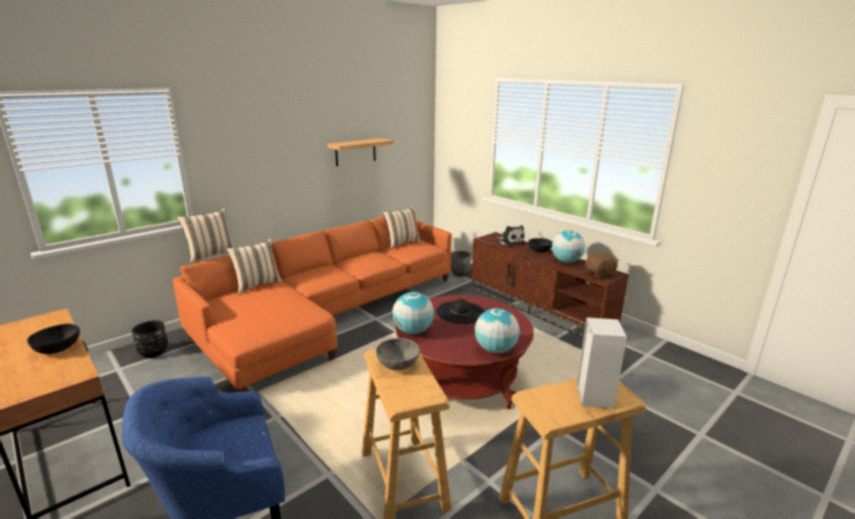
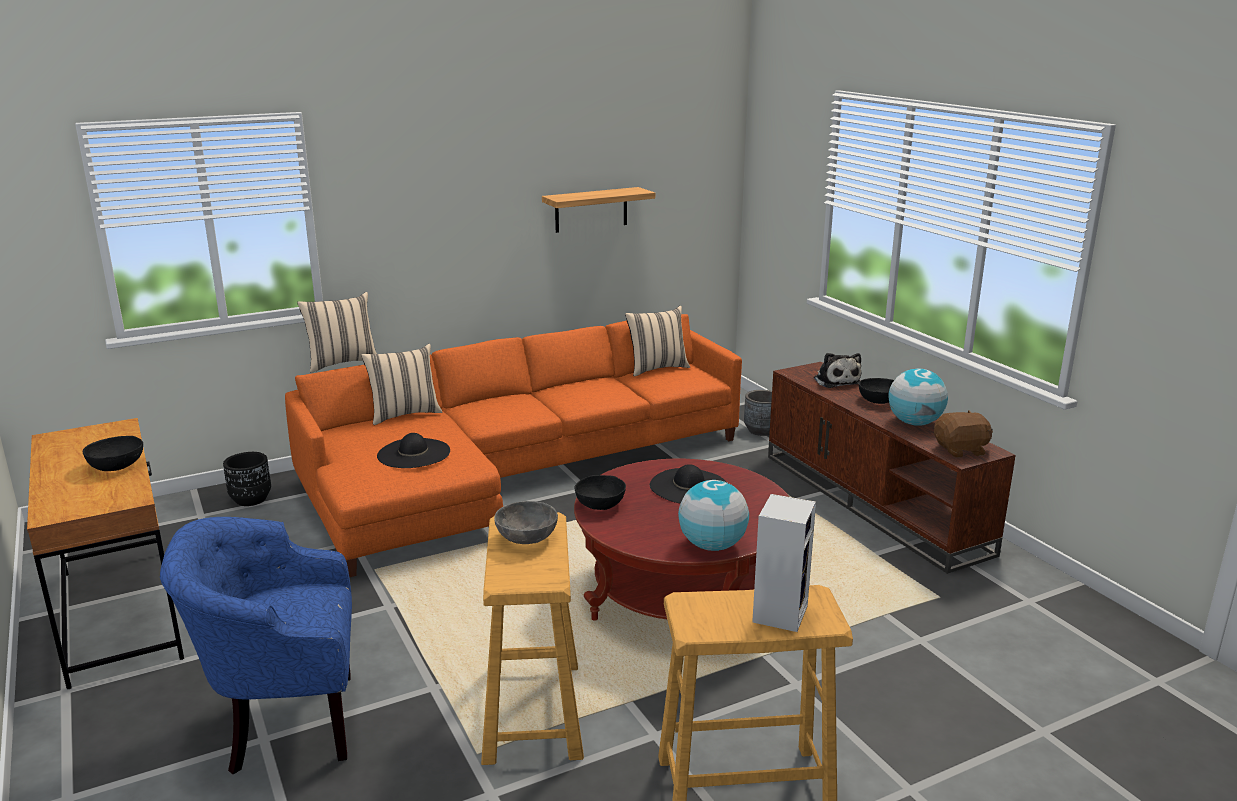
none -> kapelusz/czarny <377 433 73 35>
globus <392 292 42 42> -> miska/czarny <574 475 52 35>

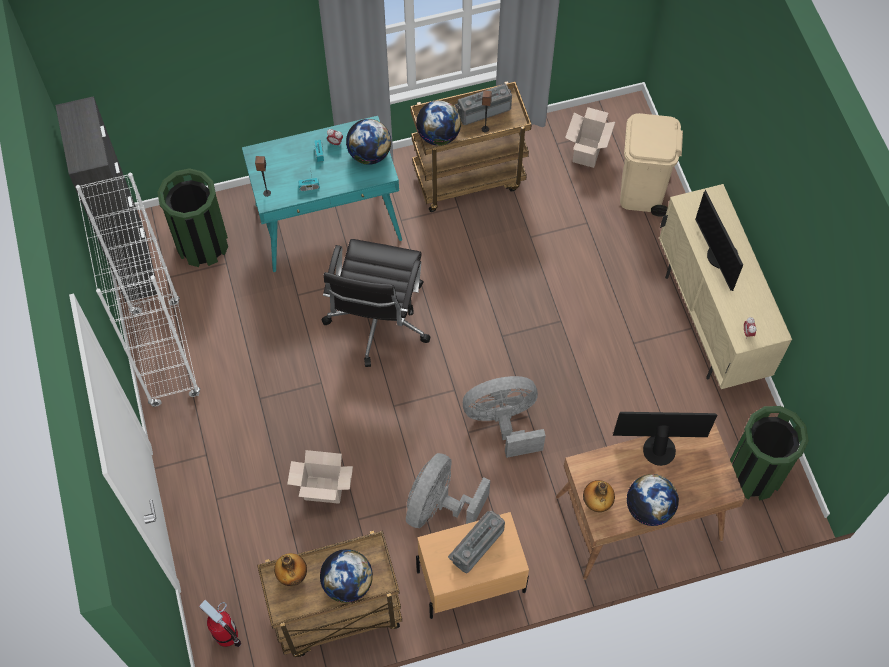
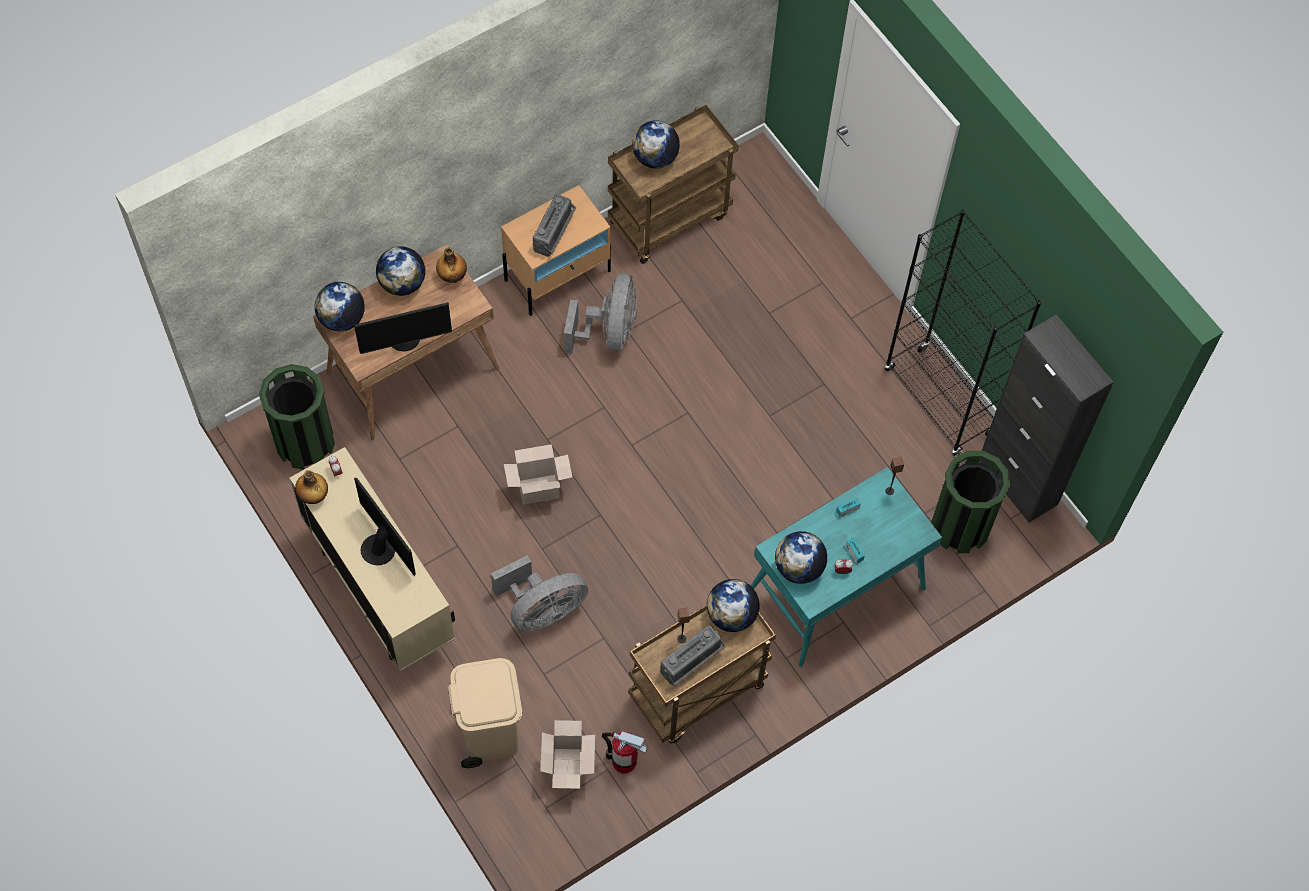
butelka <274 553 33 33> -> butelka <295 470 33 34>, relocated
none -> globus <314 282 51 49>
wentylator/szary <463 376 83 82> -> wentylator/szary <491 555 97 77>, relocated
karton <287 450 66 54> -> karton <504 444 68 61>, relocated
gaśnica <199 600 42 47> -> gaśnica <602 731 45 43>, relocated
regał/biały <76 173 124 234> -> regał/czarny <885 210 157 247>
krzesło biurowe/czarny <321 239 109 128> -> none

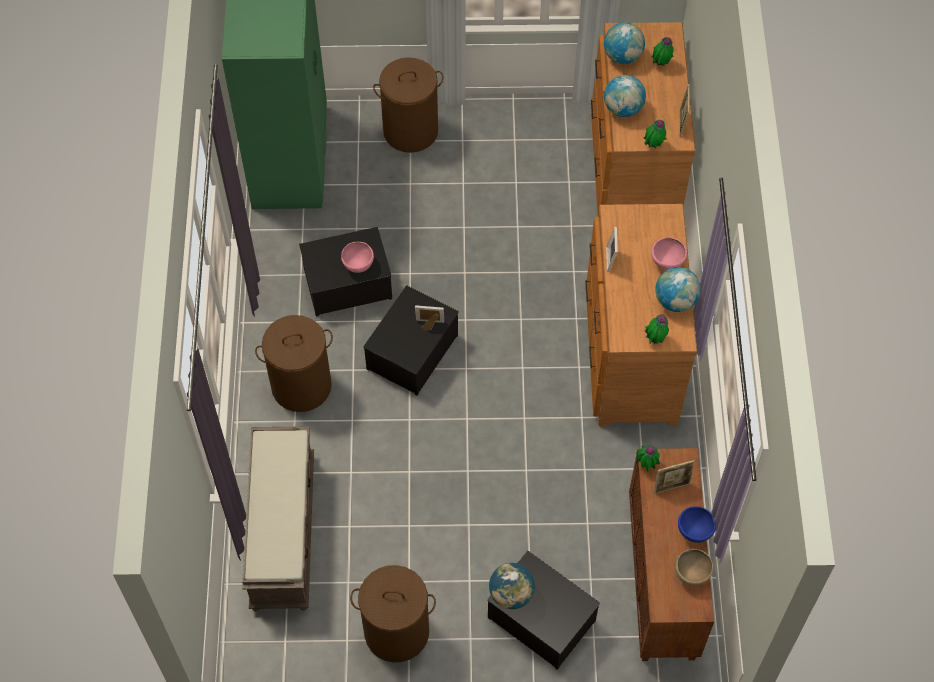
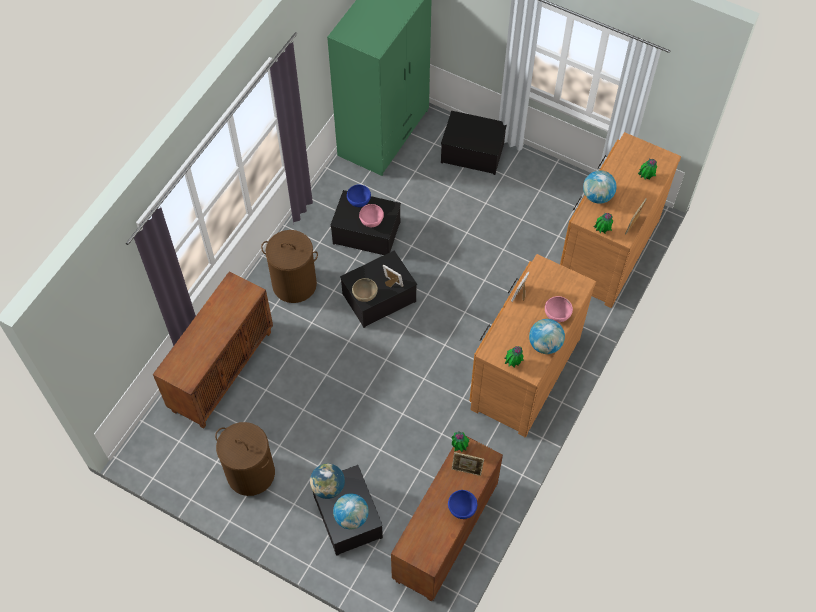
ławka/brązowy <242 426 72 185> -> szafka/brązowy <153 272 120 157>
globus <604 22 41 42> -> globus <333 494 36 35>, relocated
none -> miska/niebieski <347 184 24 23>
miska/brązowy <675 549 38 37> -> miska/brązowy <352 278 26 24>, relocated
kosz na pranie/brązowy <373 57 70 96> -> pojemnik do przechowywania <441 111 66 64>

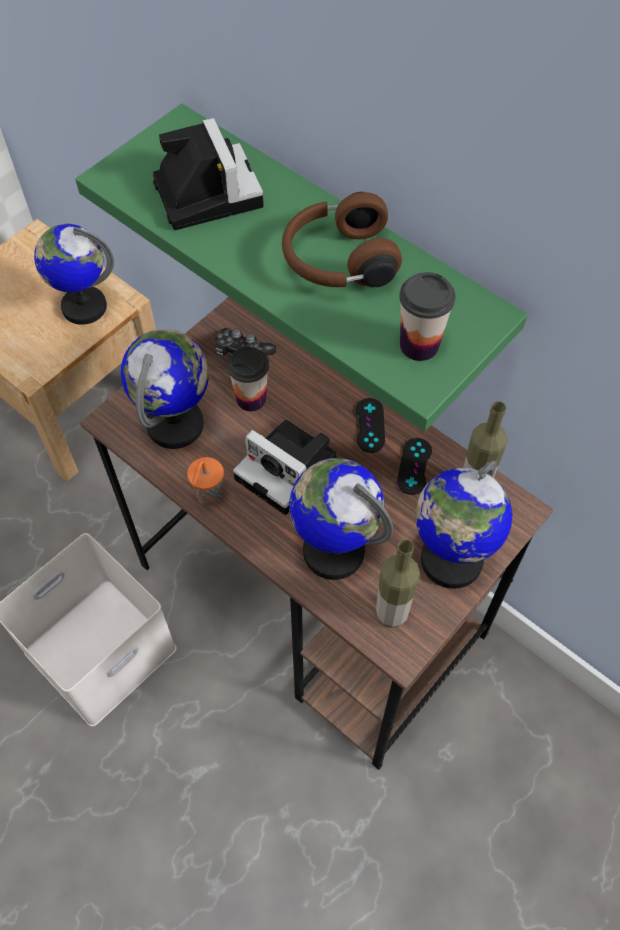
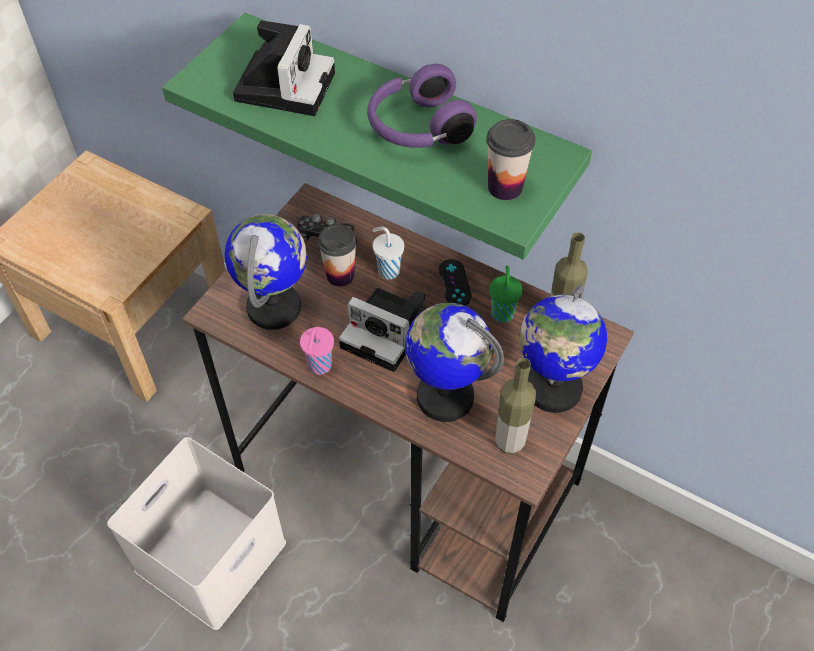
aparat fotograficzny <153 118 111 112> -> aparat fotograficzny <233 20 102 96>, 45 degrees clockwise
filiżanka/pomarańczowy <187 457 37 49> -> filiżanka/różowy <300 327 34 48>
słuchawki/brązowy <282 192 120 95> -> słuchawki/fioletowy <367 64 110 84>
none -> filiżanka/biały <372 226 32 53>
pad do gier/czarny <397 438 35 57> -> filiżanka/zielony <490 265 33 58>
globus <34 224 80 101> -> none

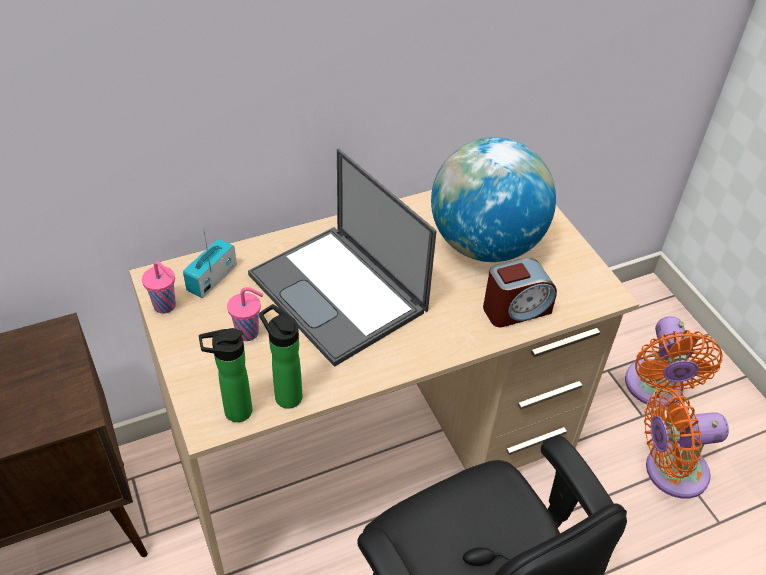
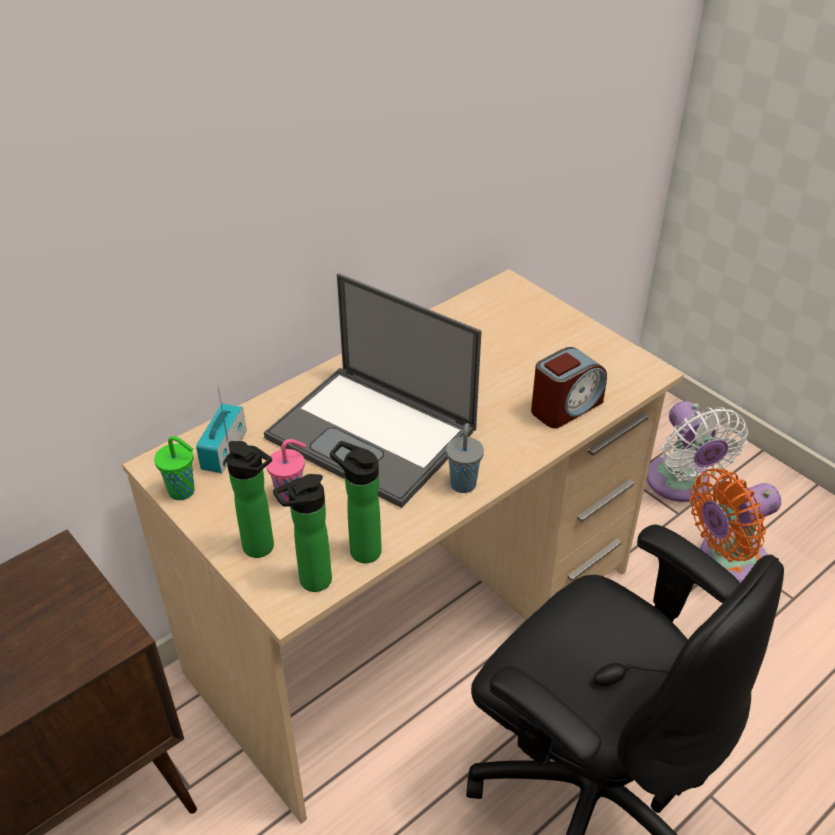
filiżanka/różowy <142 261 34 53> -> filiżanka/zielony <154 436 41 64>
none -> butelka <227 441 47 117>
none -> filiżanka/szary <446 423 38 70>
wentylator/pomarańczowy <625 316 97 91> -> wentylator/biały <647 401 101 101>
globus <431 137 125 125> -> none

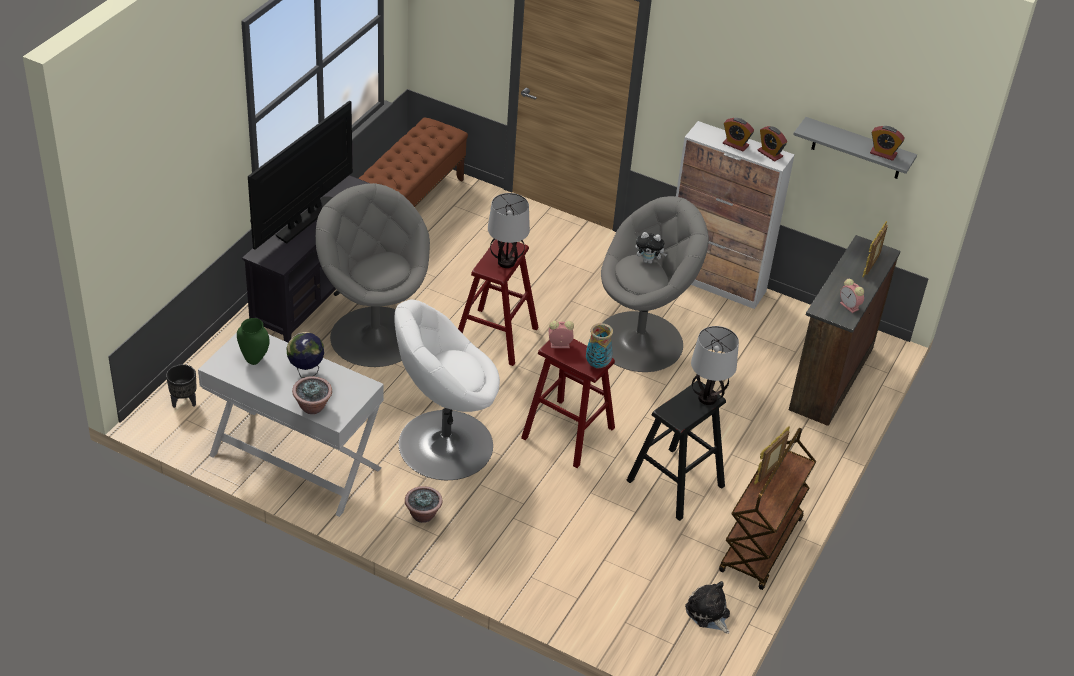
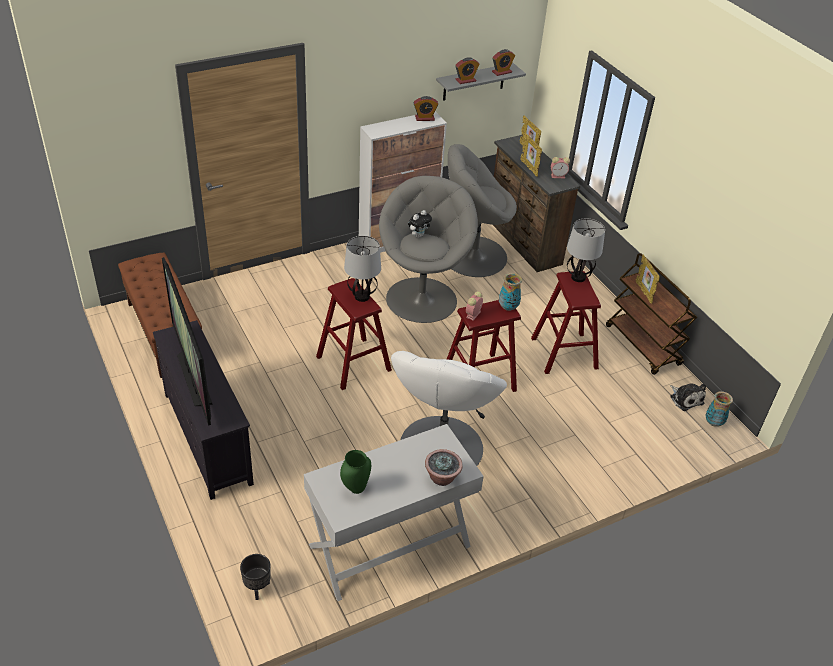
fotel/szary <316 183 114 184> -> fotel/szary <448 144 69 133>, relocated
budzik <723 118 31 34> -> budzik <455 58 24 26>, relocated
none -> ramka na zdjęcie <520 133 22 44>
stołek/czarny <626 381 100 140> -> stołek/czerwony <531 271 70 103>
pluszak <685 581 45 53> -> pluszak <670 383 36 28>, 120 degrees counterclockwise
none -> wazon <705 391 28 36>
globus <286 332 38 46> -> none
roślina doniczkowa <405 486 38 37> -> none

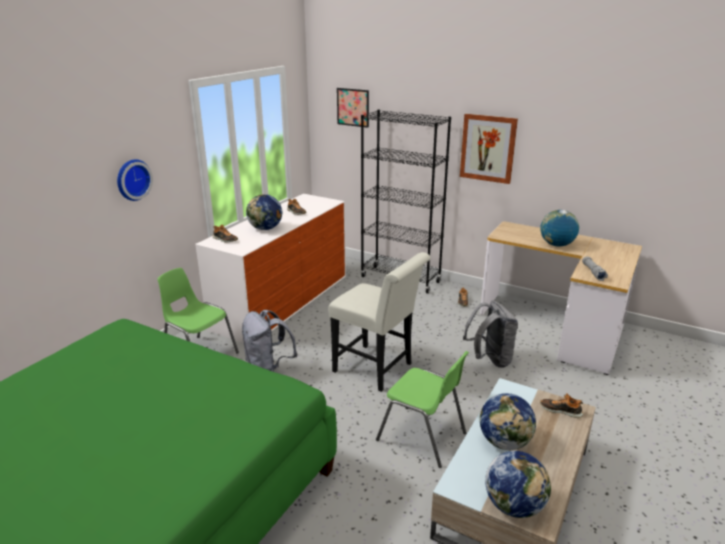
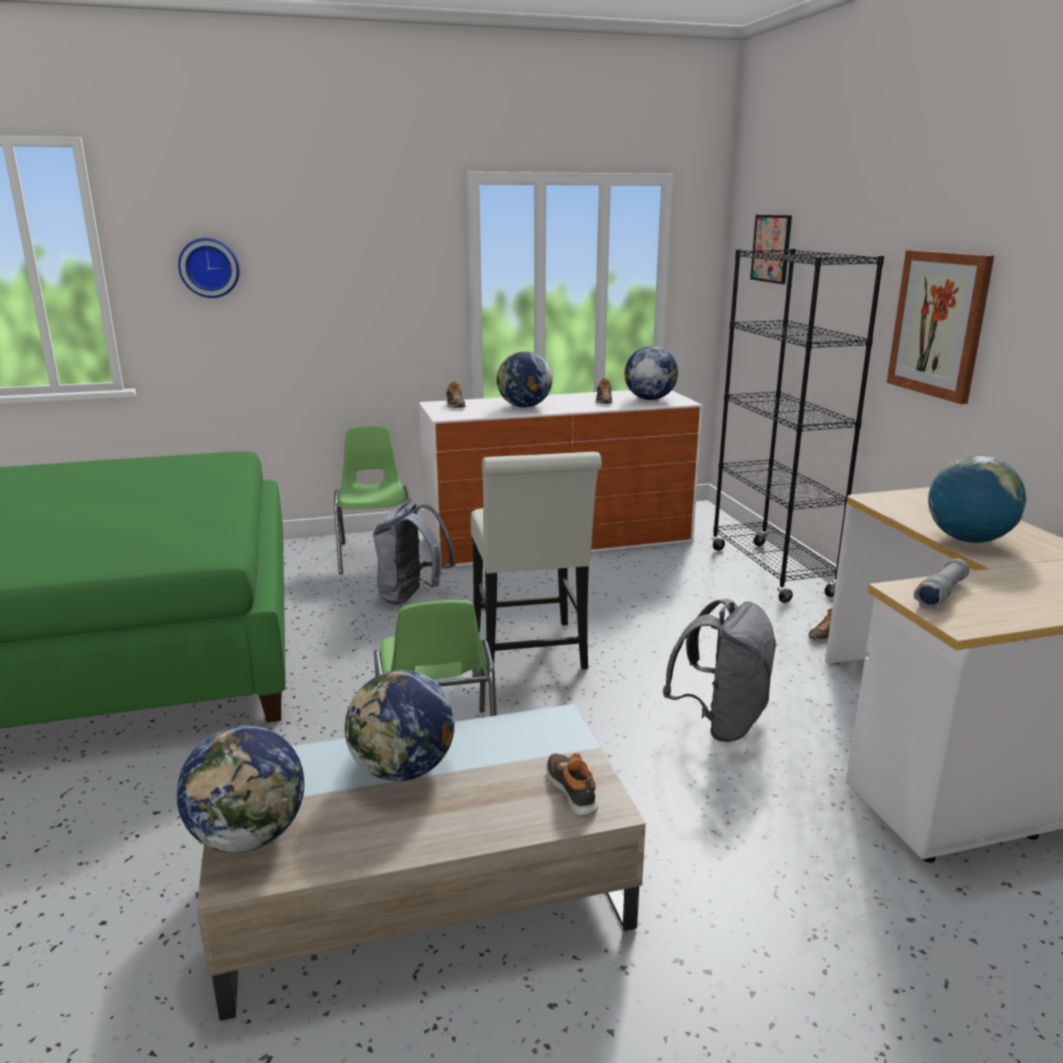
zegar ścienny <117 159 36 42> -> zegar ścienny <178 238 62 60>, relocated
none -> globus <625 346 53 54>

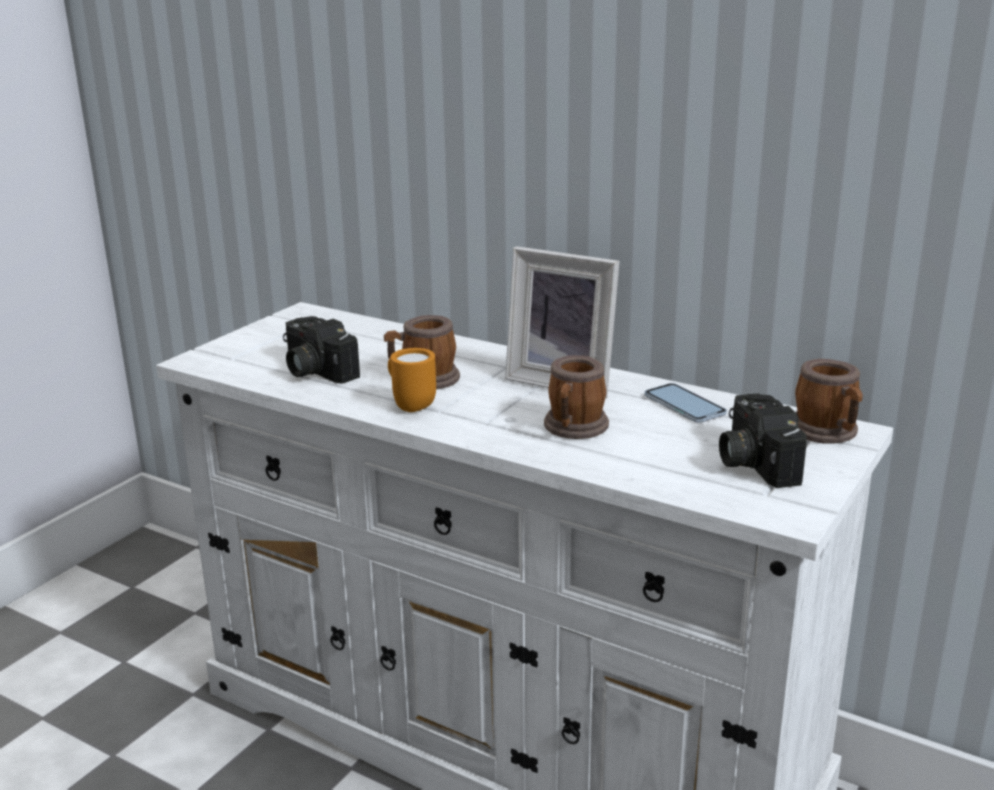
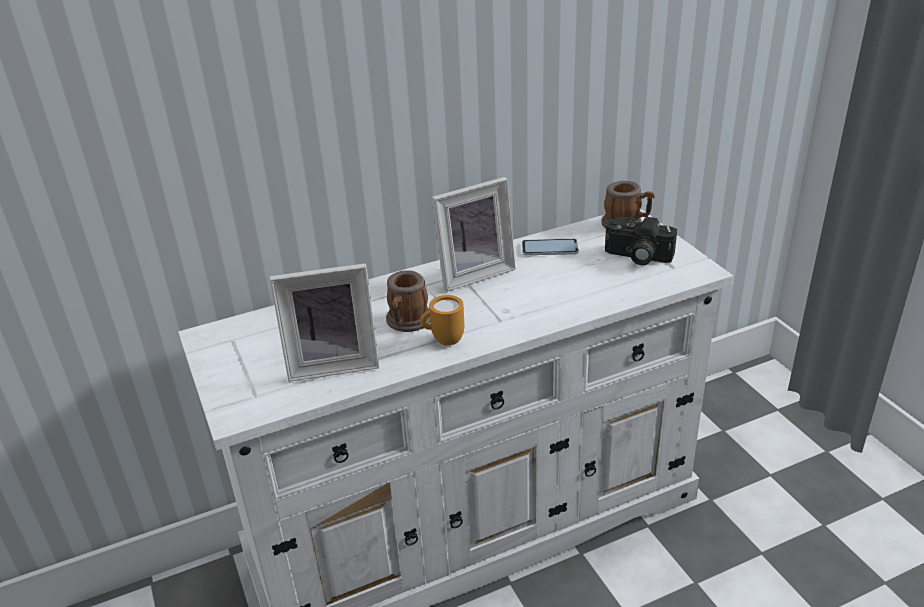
aparat fotograficzny <283 316 77 68> -> ramka na zdjęcie <270 263 110 119>
kubek <544 355 65 84> -> none

